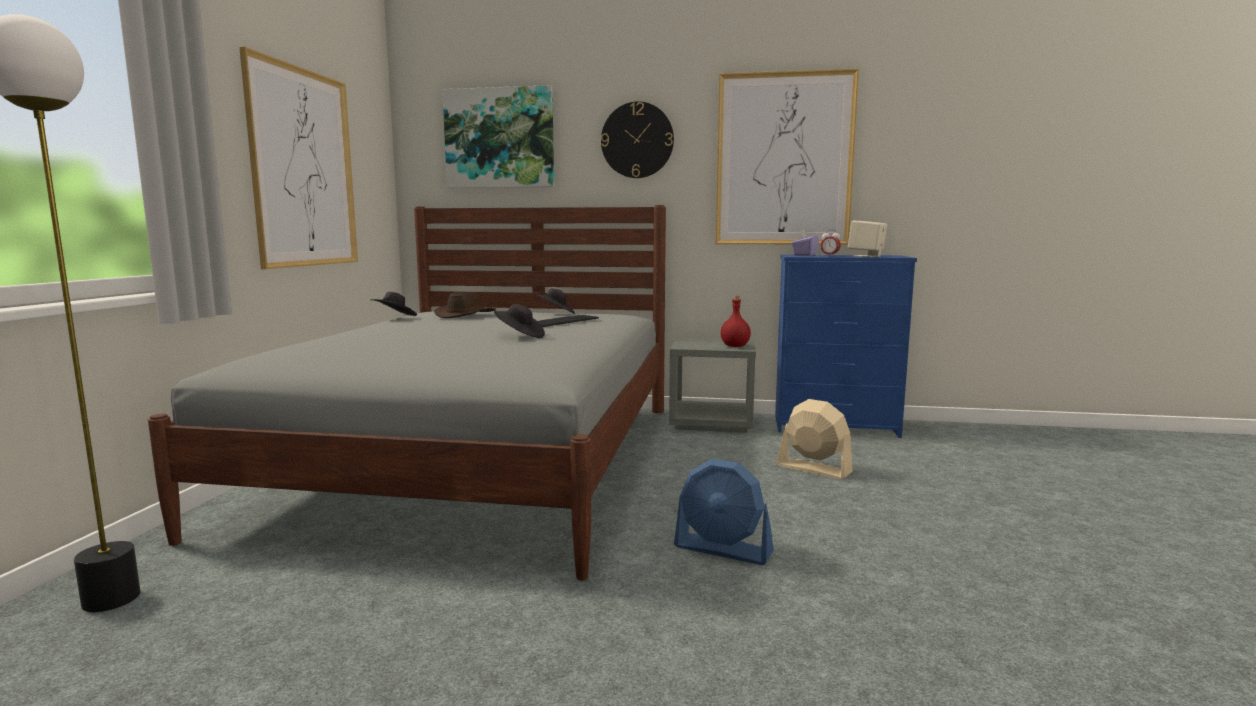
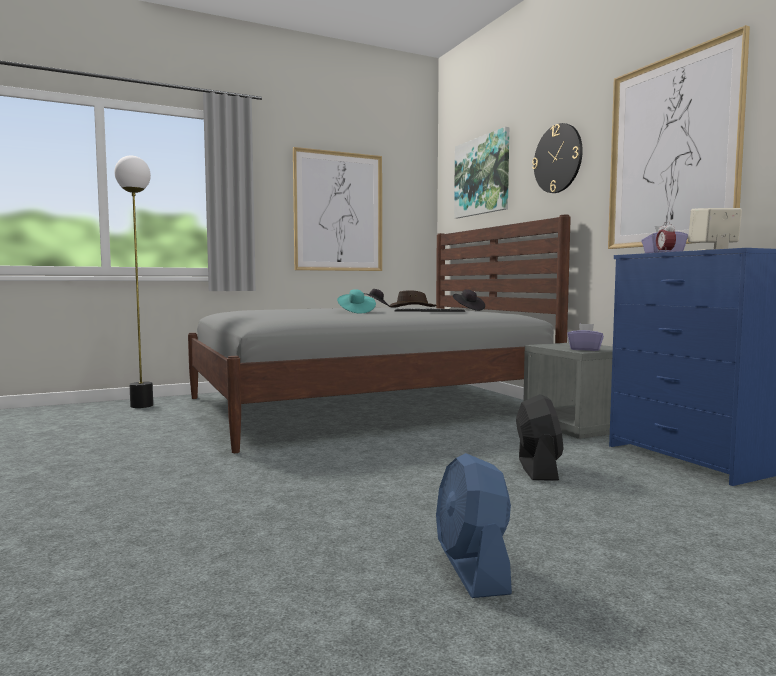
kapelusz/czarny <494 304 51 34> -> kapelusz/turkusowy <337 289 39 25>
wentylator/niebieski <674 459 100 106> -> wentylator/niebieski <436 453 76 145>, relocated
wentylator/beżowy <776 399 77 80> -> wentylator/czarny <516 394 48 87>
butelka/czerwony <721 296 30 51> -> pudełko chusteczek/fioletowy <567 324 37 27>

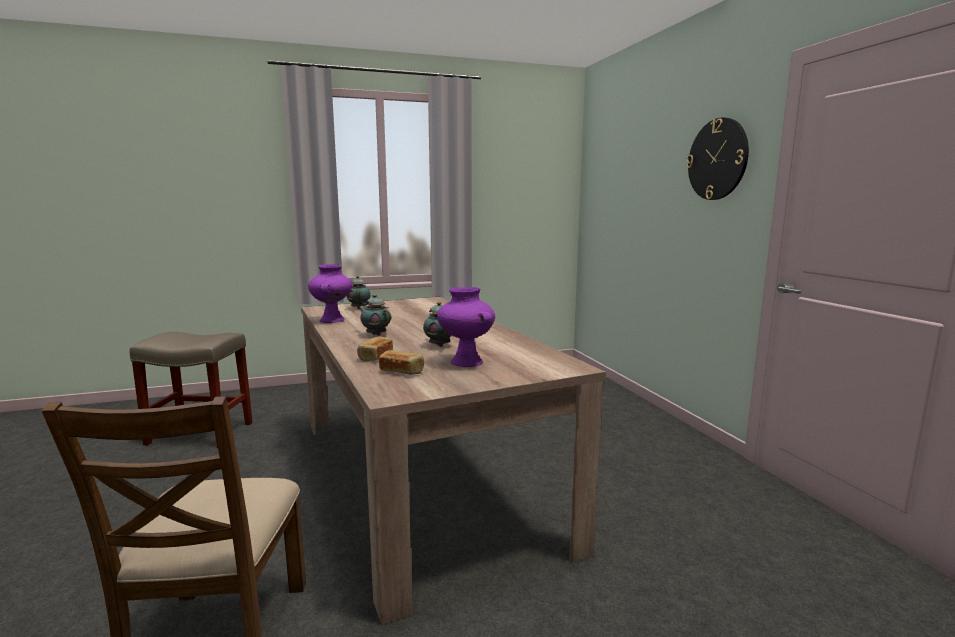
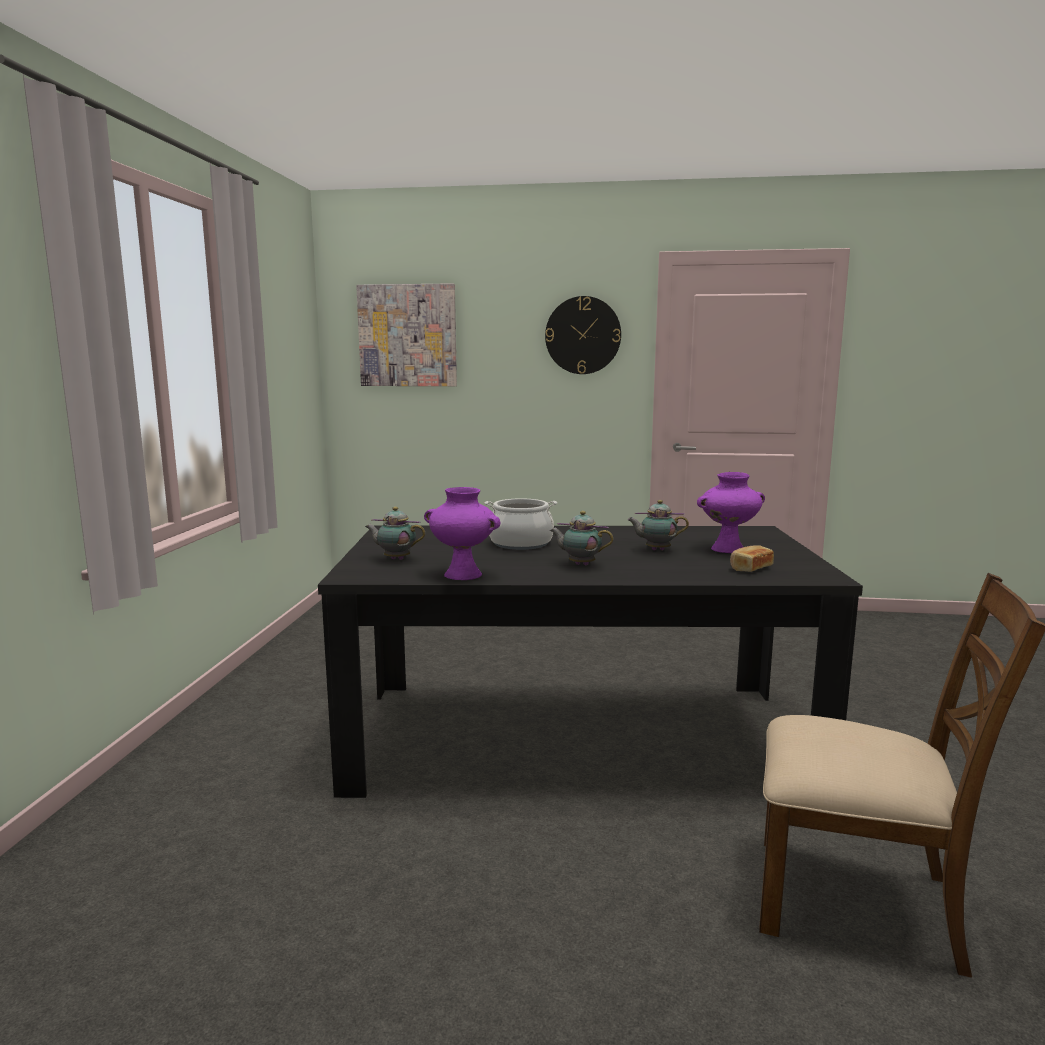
stół jadalny/beżowy <301 297 305 328> -> stół jadalny/czarny <318 525 545 273>
none -> obraz <356 283 101 103>
none -> garnek <485 498 72 52>
imbryk <358 294 34 42> -> imbryk <550 511 63 55>, 45 degrees clockwise
stołek/beżowy <130 332 123 116> -> none
chleb <357 336 36 25> -> none

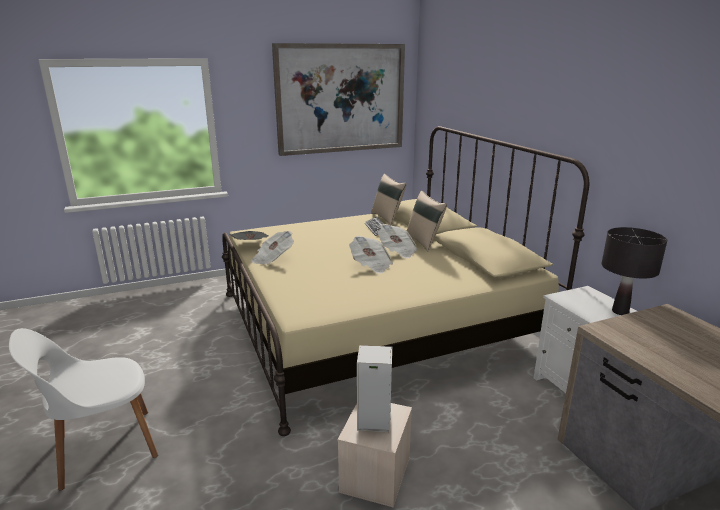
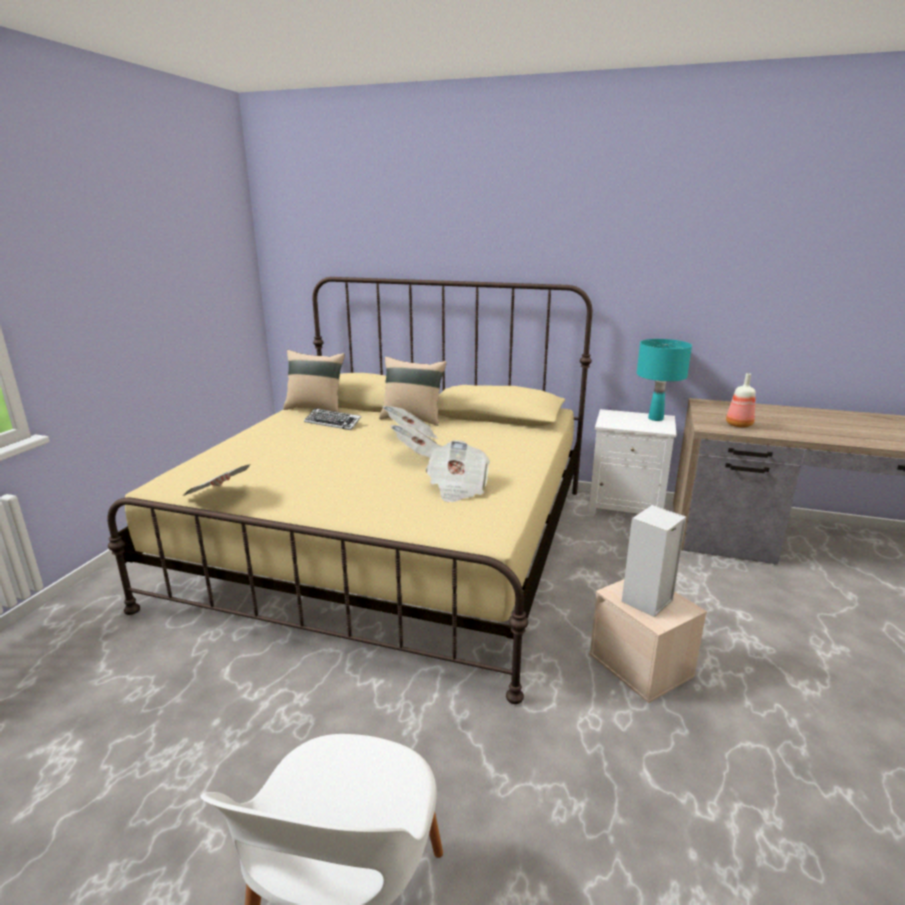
gazeta <251 231 43 34> -> gazeta <426 440 64 62>, relocated
lampa stołowa/czarny <602 227 65 88> -> lampa stołowa/turkusowy <637 339 55 82>
none -> butelka <726 373 30 55>
obraz <272 43 133 113> -> none

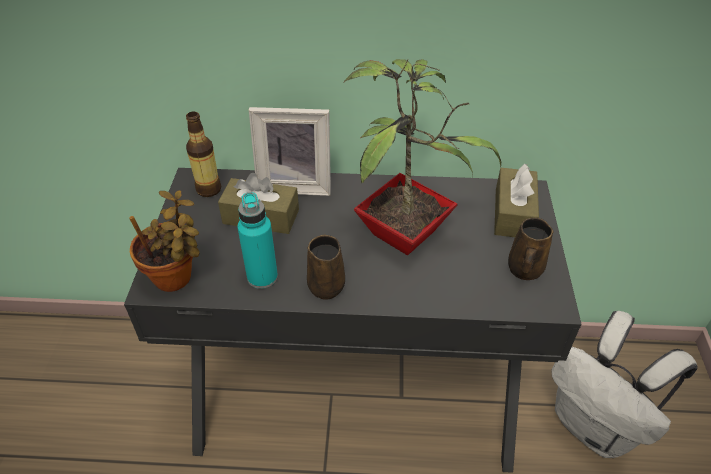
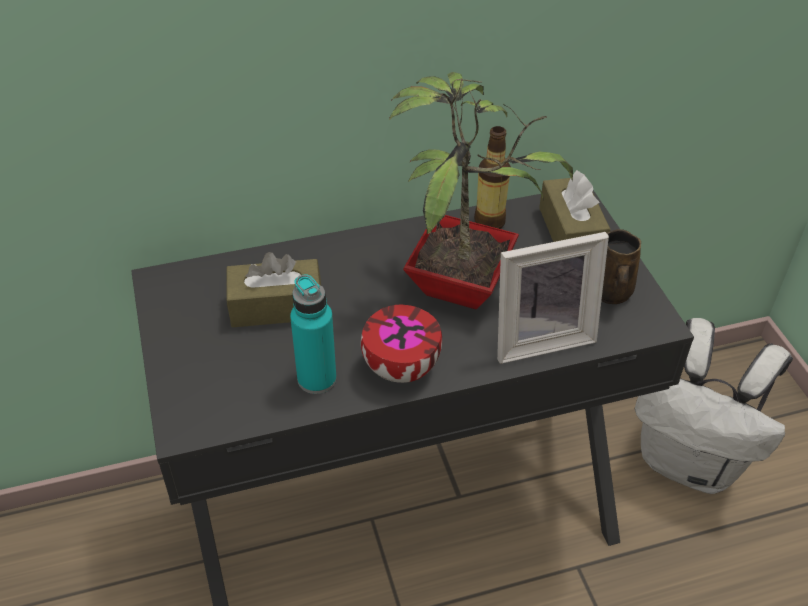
kubek/brązowy <307 235 38 65> -> miska <361 305 81 78>
butelka <186 112 35 85> -> butelka <474 126 37 103>, relocated
ramka na zdjęcie <249 107 82 89> -> ramka na zdjęcie <497 232 112 132>, relocated
roślina doniczkowa <129 190 71 102> -> none

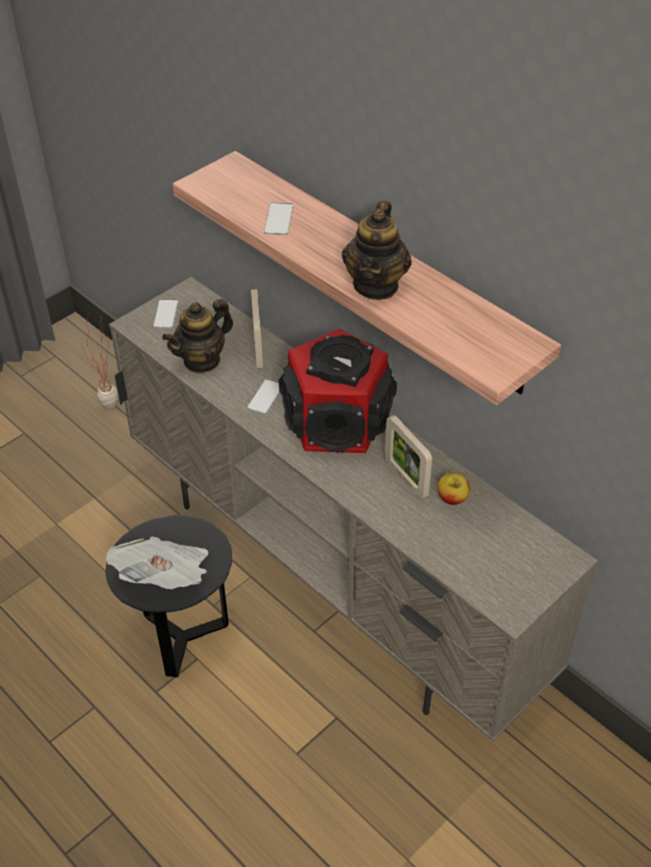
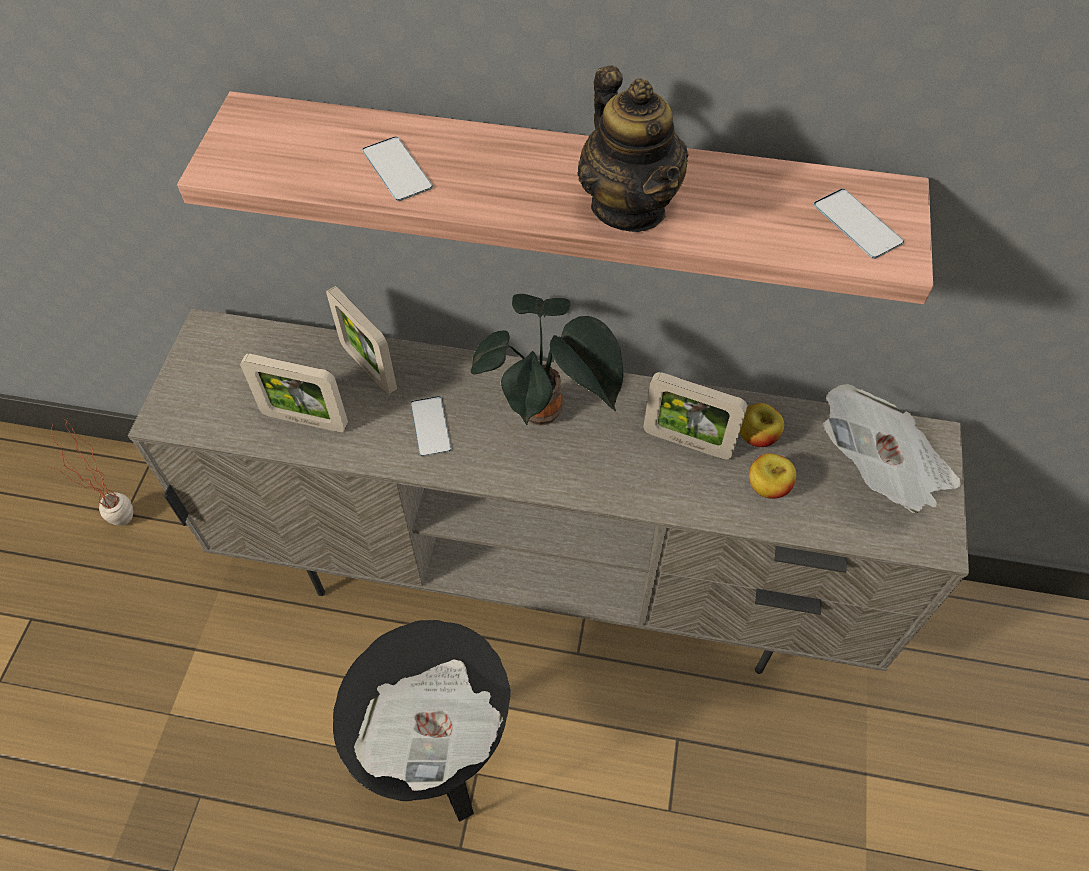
imbryk <162 299 71 75> -> ramka na zdjęcie <240 354 108 78>
głośnik <279 329 118 124> -> roślina doniczkowa <470 294 154 132>
none -> jabłko <749 453 47 46>
telefon <153 299 25 29> -> telefon <814 189 90 70>, relocated
none -> gazeta <823 384 138 129>

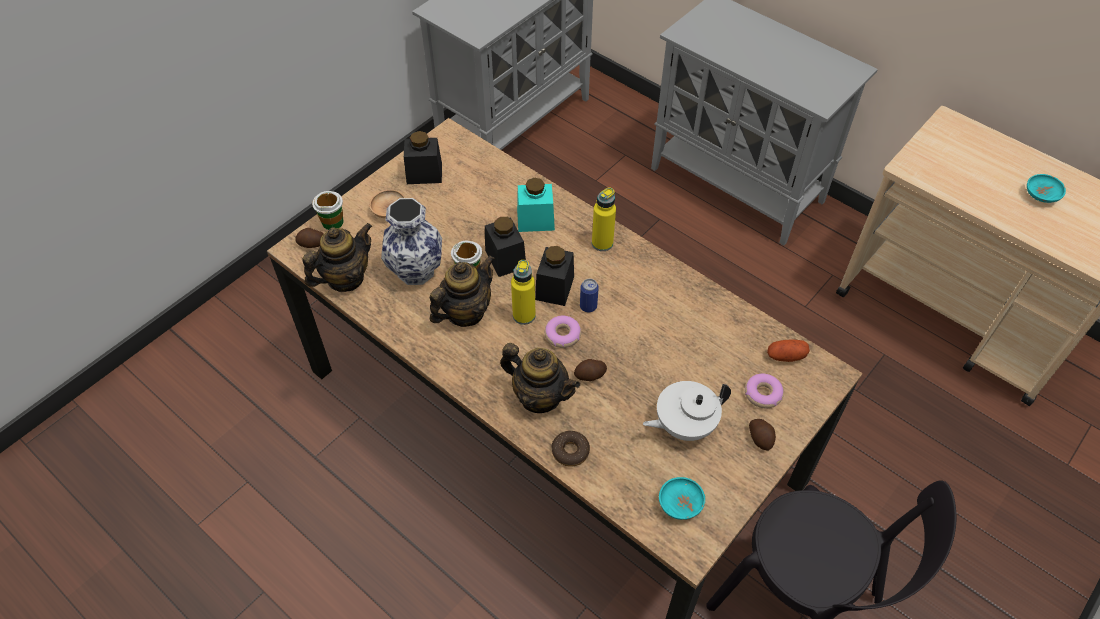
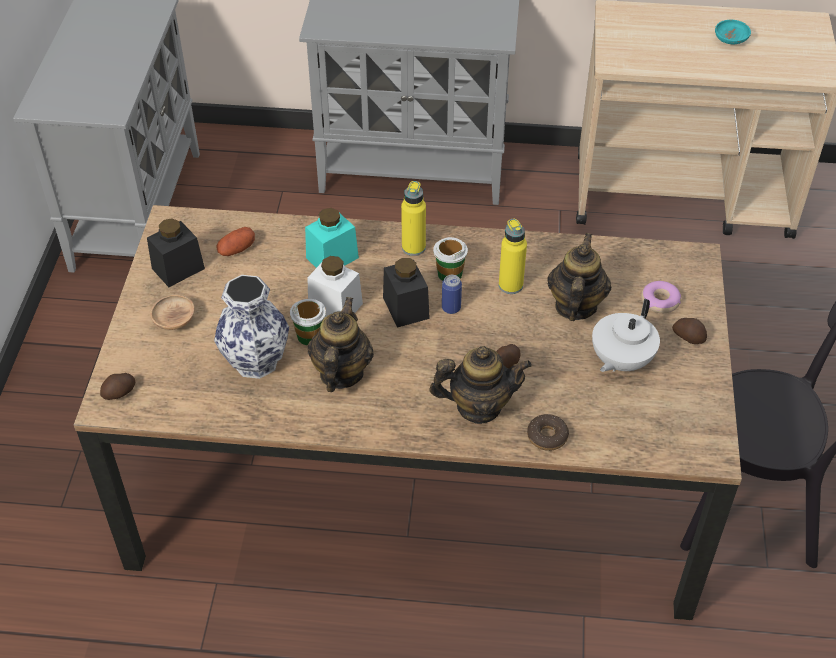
ziemniak <767 340 43 22> -> ziemniak <216 227 39 29>, relocated
słoik/czarny <485 217 41 60> -> słoik/biały <307 256 56 61>
filiżanka <312 191 32 39> -> filiżanka <433 237 35 44>, relocated
butelka/żółty <511 260 25 65> -> butelka/żółty <499 219 28 75>, relocated
imbryk <302 223 70 69> -> imbryk <547 233 64 88>, relocated
donut <545 316 36 32> -> none
miska/turkusowy <659 477 46 43> -> none

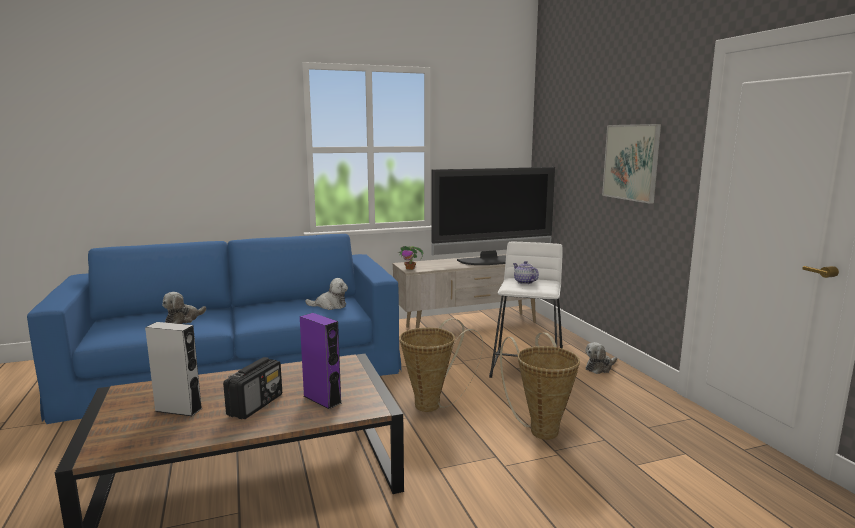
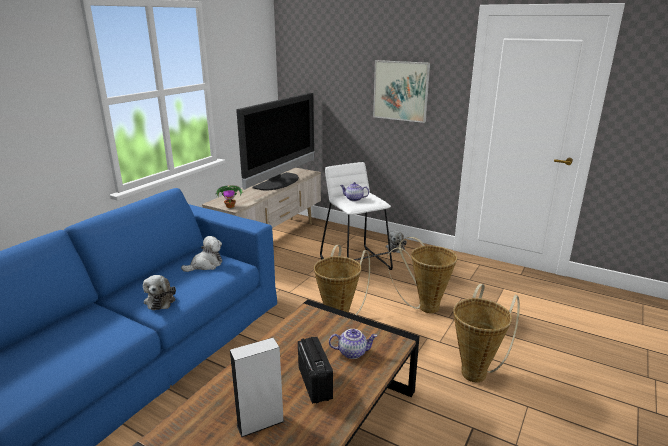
pluszak <162 292 44 32> -> pluszak <143 275 33 35>, relocated
głośnik/fioletowy <300 313 42 96> -> imbryk <329 329 48 30>
none -> koszyk <454 284 66 98>

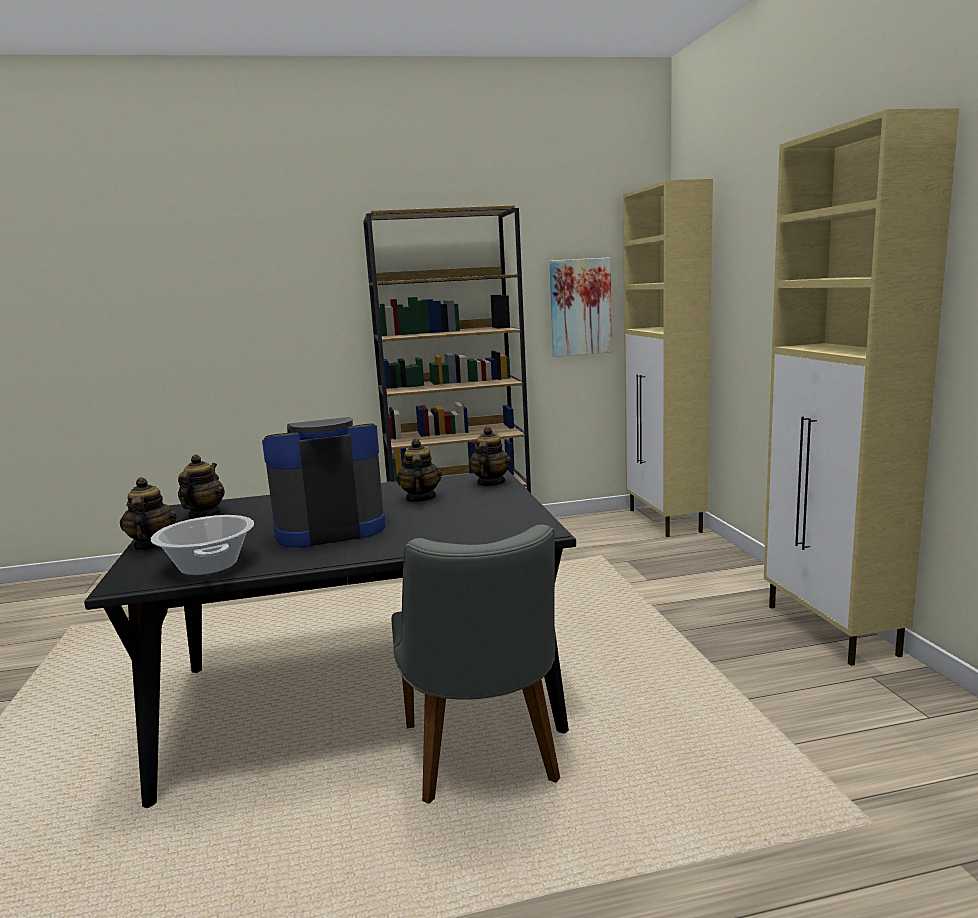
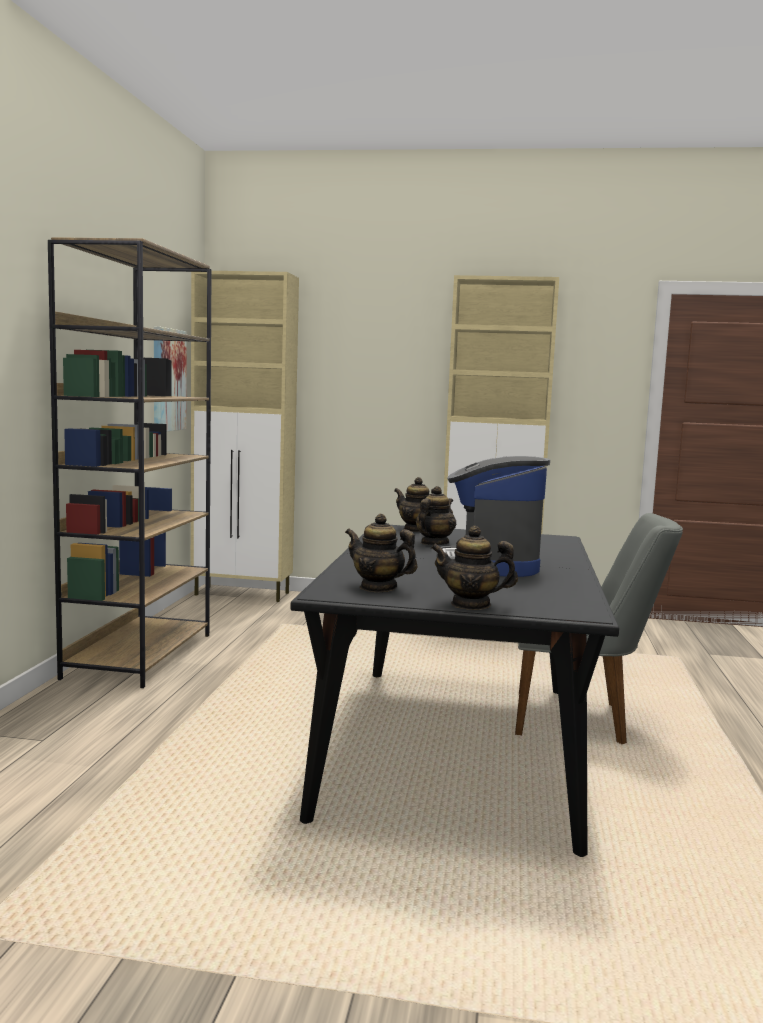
imbryk <396 439 46 63> -> imbryk <416 486 40 59>, 105 degrees clockwise
garnek <151 515 103 60> -> none

